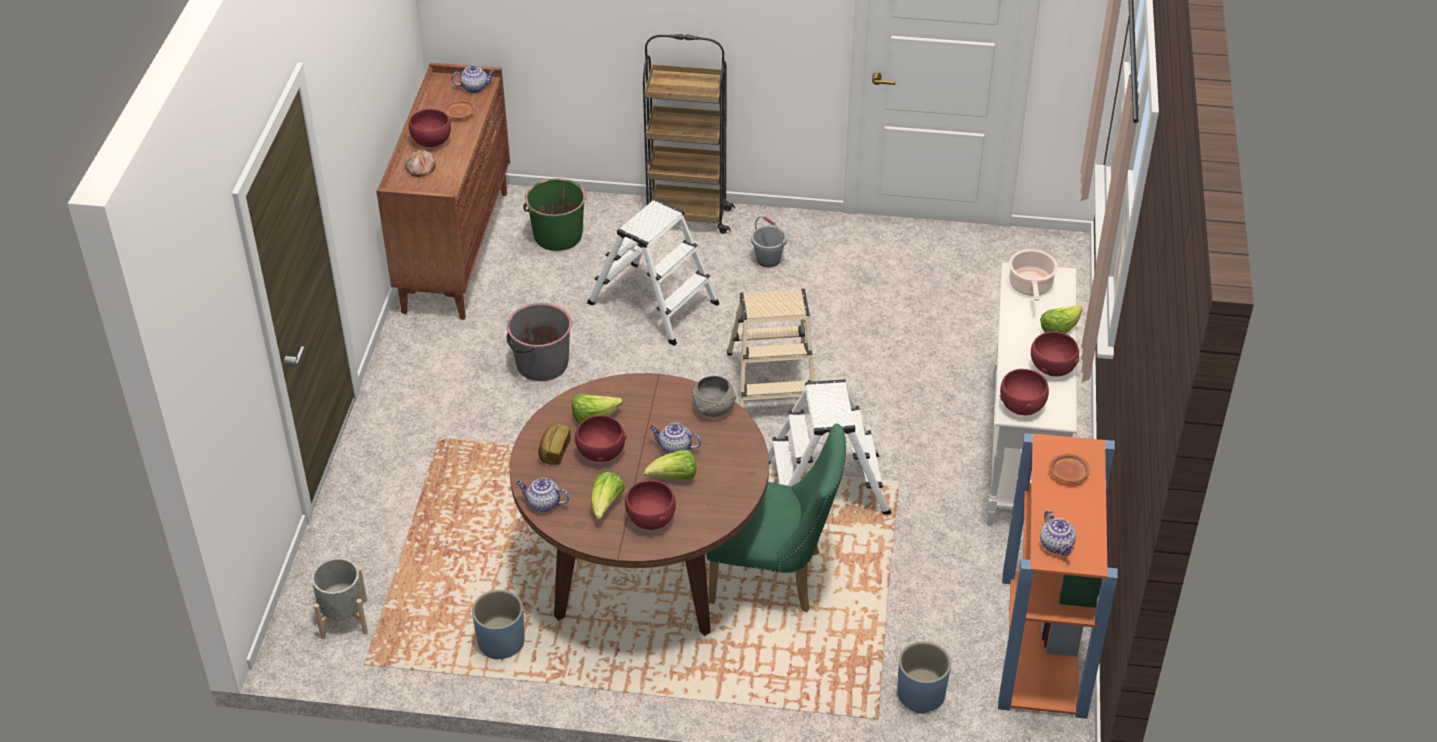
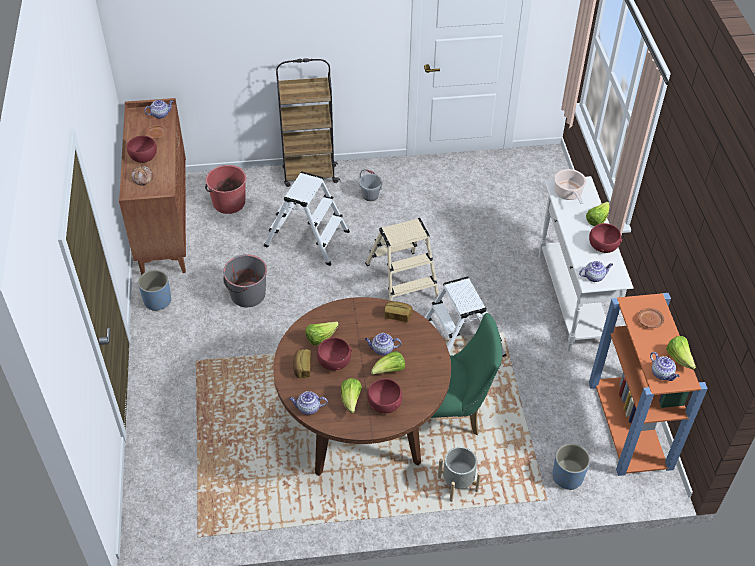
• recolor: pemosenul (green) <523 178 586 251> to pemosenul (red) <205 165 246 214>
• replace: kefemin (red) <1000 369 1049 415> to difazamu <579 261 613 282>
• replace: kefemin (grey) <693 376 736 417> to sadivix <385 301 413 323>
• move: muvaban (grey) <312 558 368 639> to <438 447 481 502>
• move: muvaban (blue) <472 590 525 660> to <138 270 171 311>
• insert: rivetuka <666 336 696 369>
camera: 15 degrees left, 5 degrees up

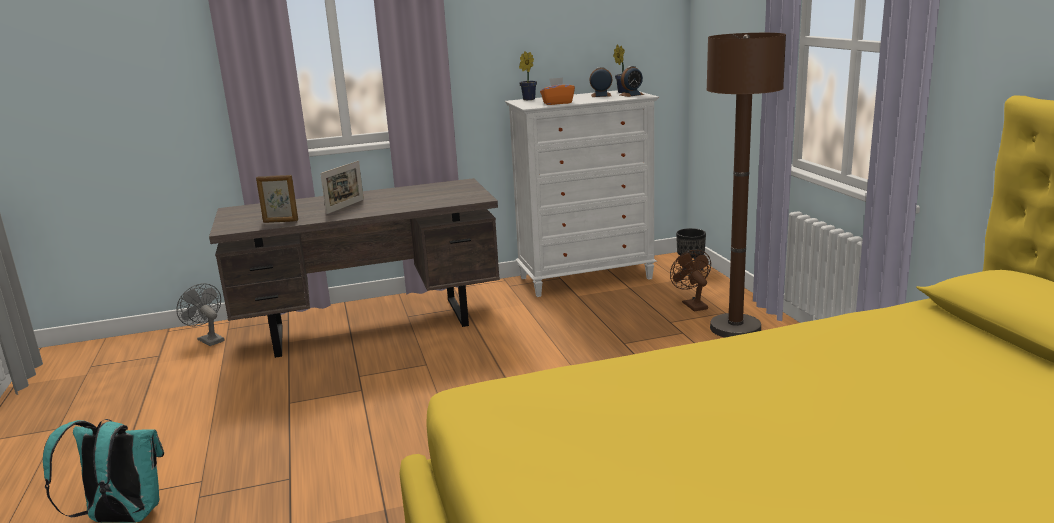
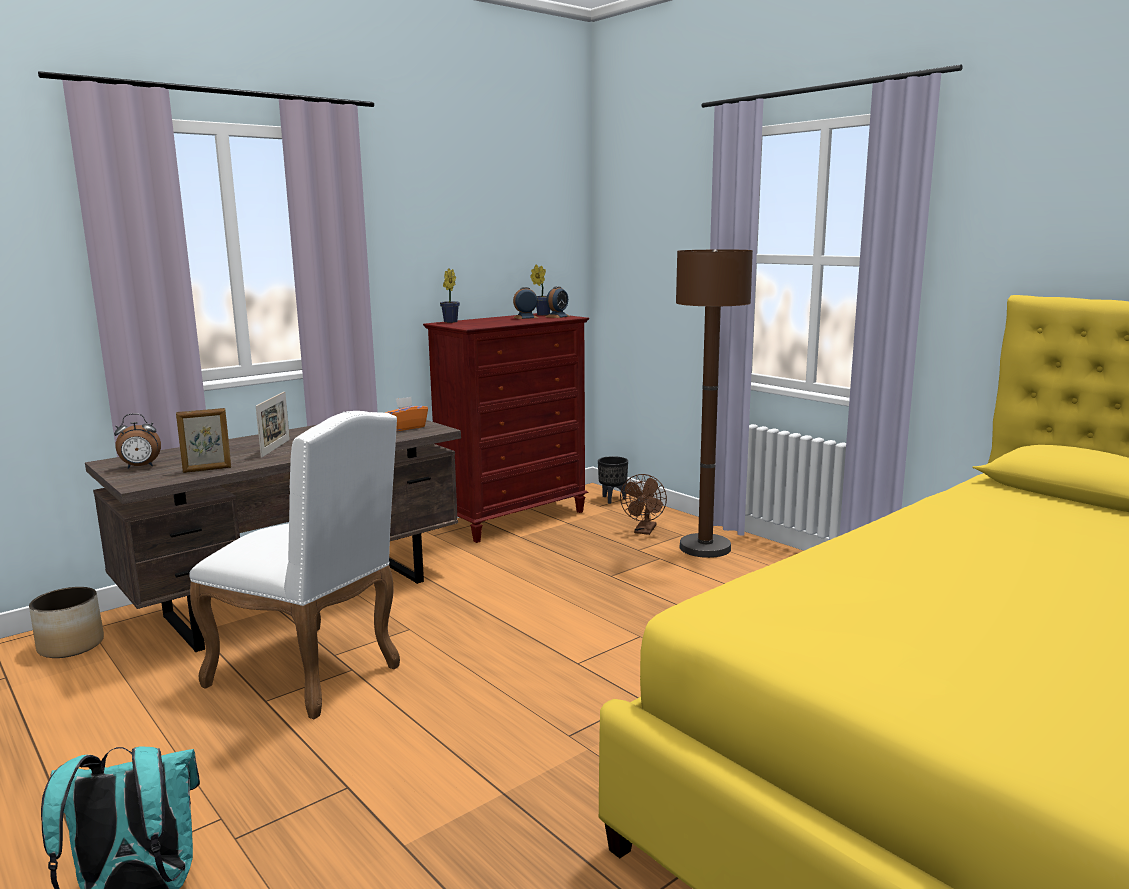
• move: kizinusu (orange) <540 77 575 105> to <385 397 428 431>
• recolor: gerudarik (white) <505 90 659 297> to gerudarik (red) <423 313 589 543>
• rotate: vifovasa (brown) <670 250 711 312> = <620 474 667 535> 120 degrees counterclockwise
• replace: vifovasa (grey) <176 284 224 346> to muvaban <29 587 104 658>
• insert: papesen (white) <189 411 400 719>
• insert: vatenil <114 413 161 469>
camera: 25 degrees left, 5 degrees down

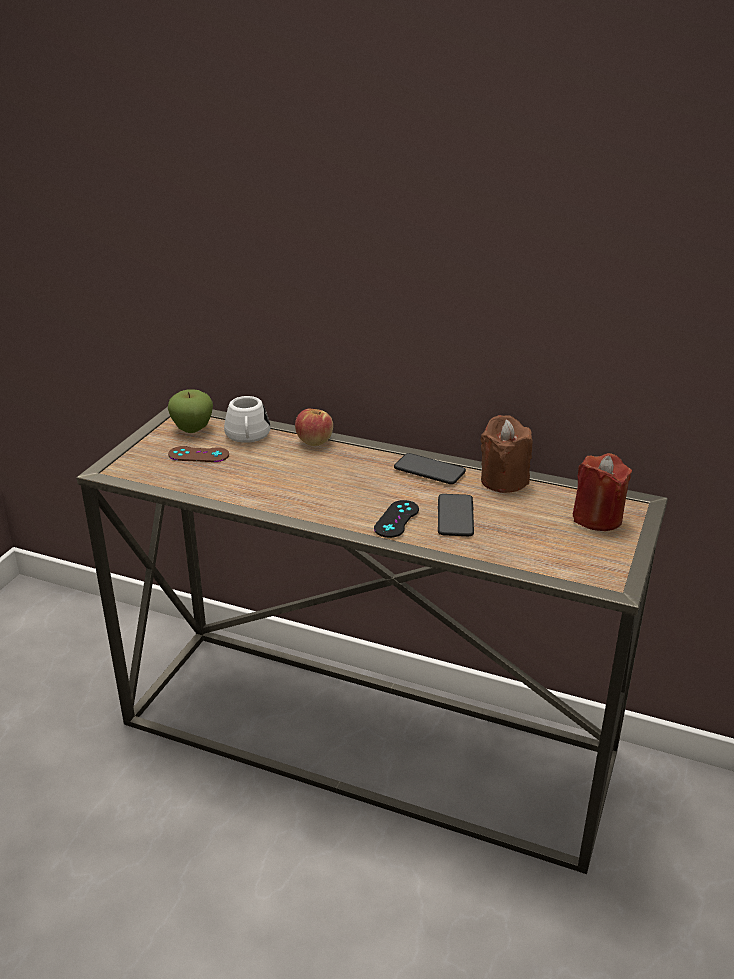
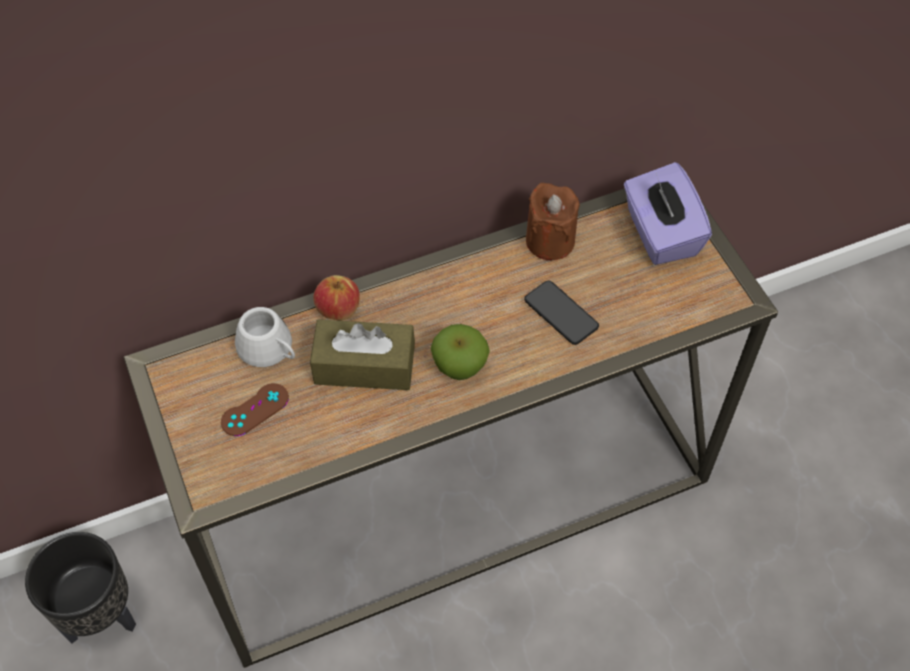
• move: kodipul <168 389 213 433> to <431 324 490 380>
• delete: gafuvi <394 453 466 484>
• replace: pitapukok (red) <572 453 632 531> to kizinusu (purple) <624 162 712 265>
• delete: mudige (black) <374 500 419 538>
• insert: kizinusu (brown) <310 319 415 390>
• insert: muvaban (black) <25 532 136 644>
camera: 45 degrees left, 25 degrees up

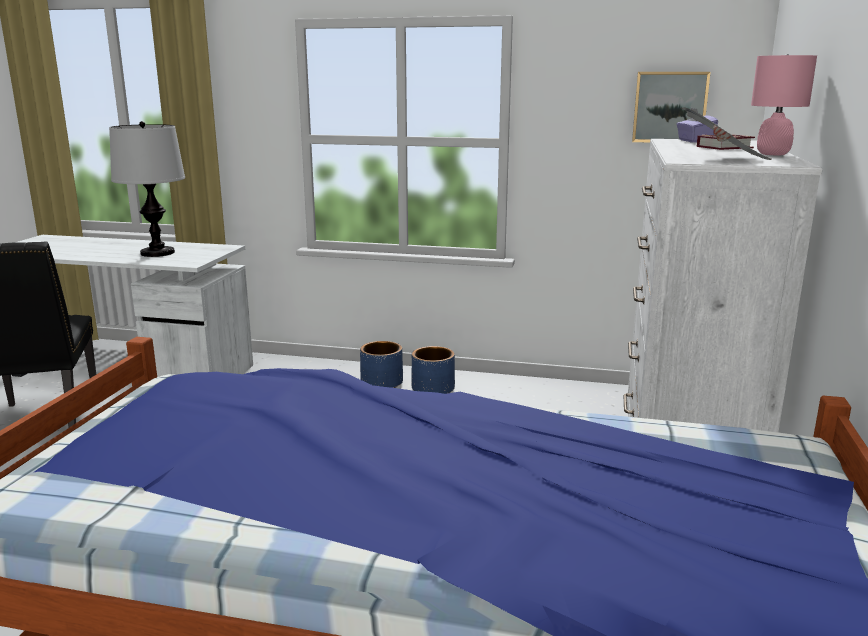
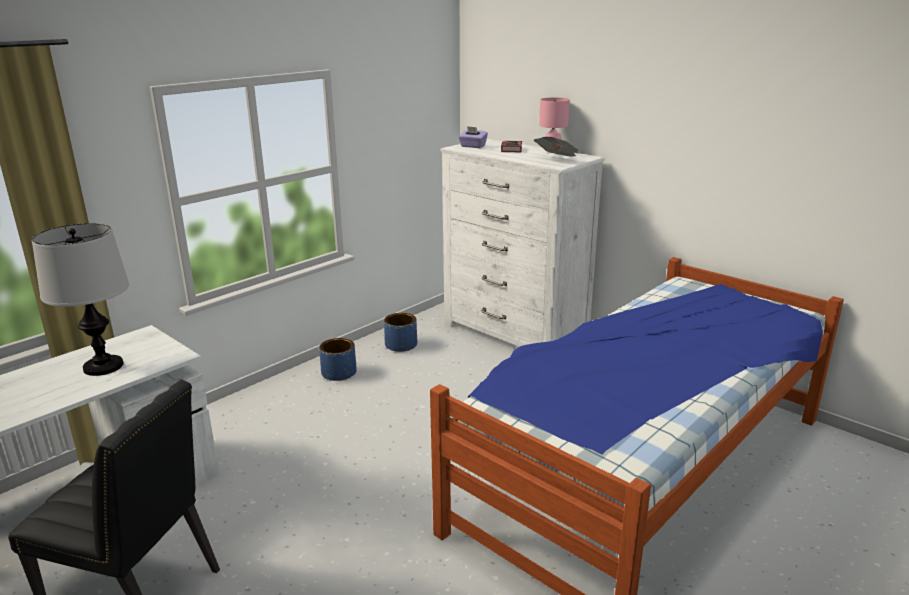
• delete: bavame <632 72 710 143>
• move: muvaban (blue) <360 341 403 388> to <384 313 417 352>
camera: 60 degrees left, 5 degrees up

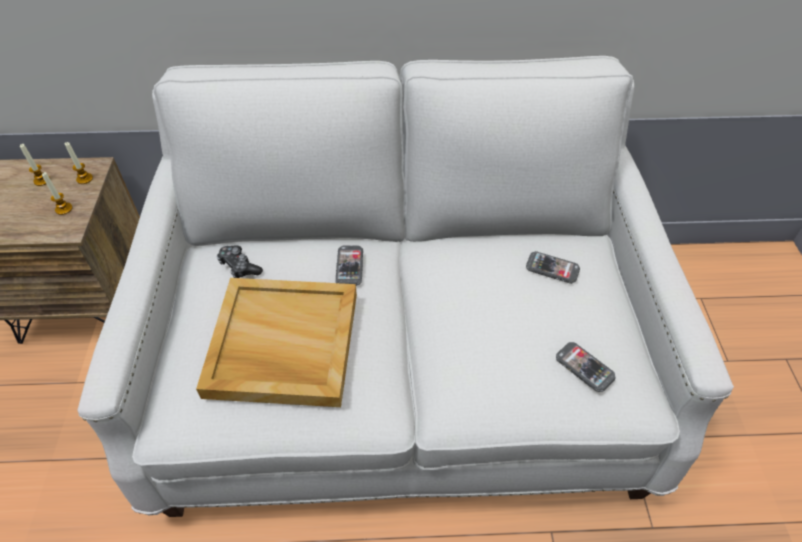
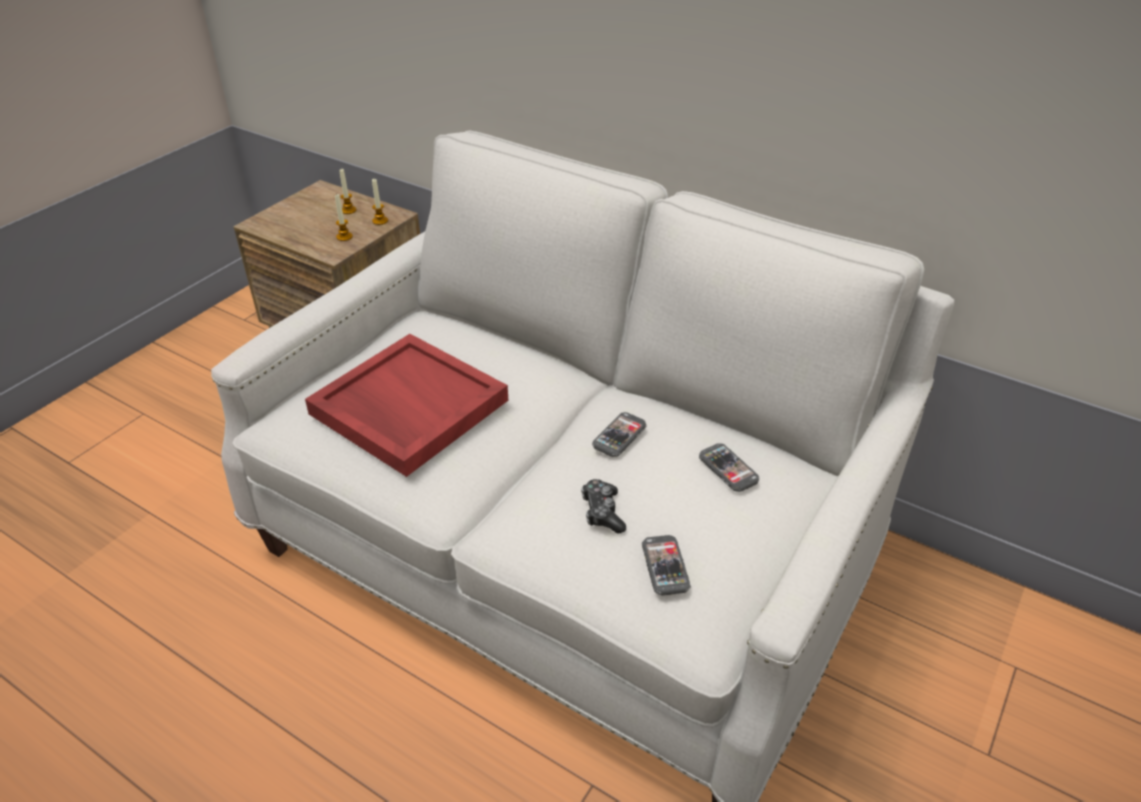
• move: mudige <216 246 263 278> to <581 479 626 534>
• move: gafuvi <335 246 363 286> to <592 412 647 457>
• recolor: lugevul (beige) <196 278 357 407> to lugevul (red) <305 334 508 477>
camera: 35 degrees right, 10 degrees down

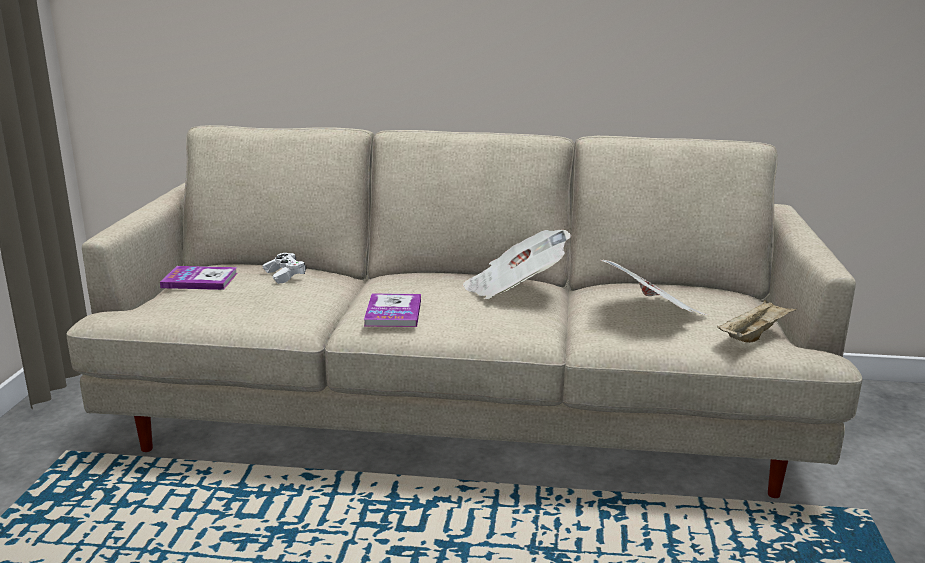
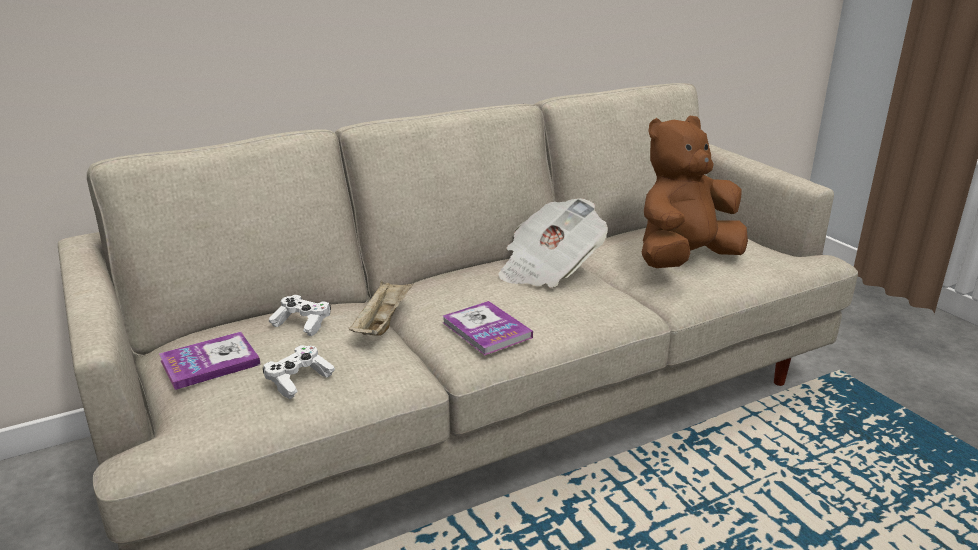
• replace: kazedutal <600 259 708 315> to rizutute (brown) <642 115 748 268>
• move: lugevul (beige) <717 299 797 343> to <348 280 414 336>
• insert: mudige (white) <263 345 335 399>
camera: 35 degrees left, 5 degrees up

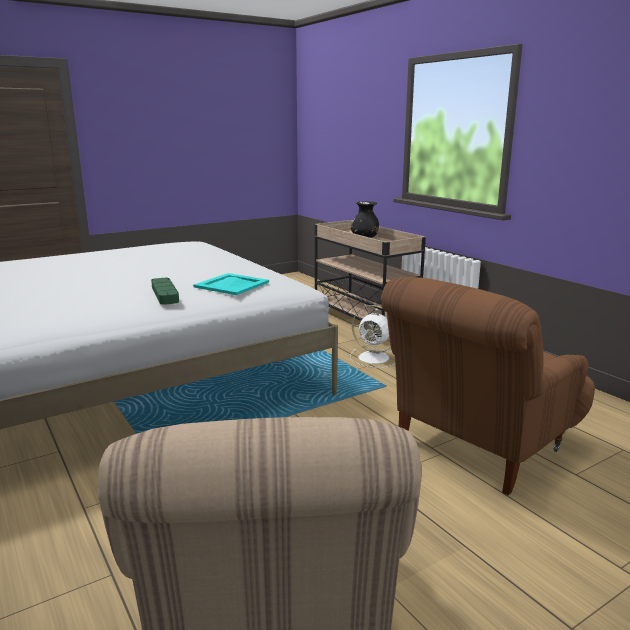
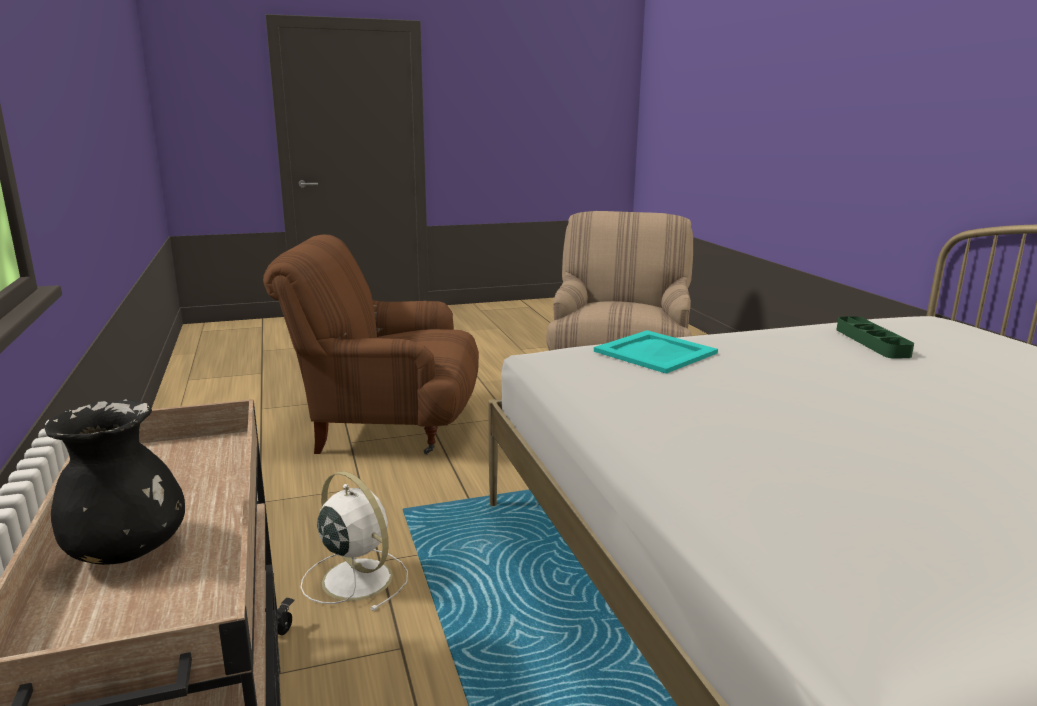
• rotate: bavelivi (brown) <381 277 595 495> = <263 235 479 455> 150 degrees counterclockwise
• move: lugevul (green) <151 278 179 305> to <836 316 914 359>
camera: 165 degrees left, 0 degrees up

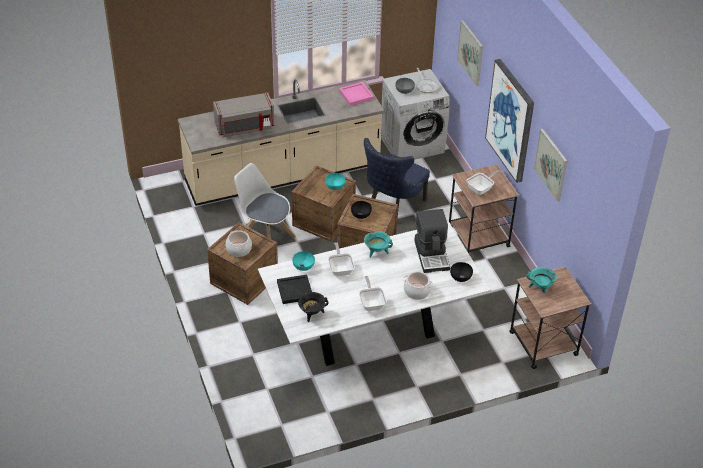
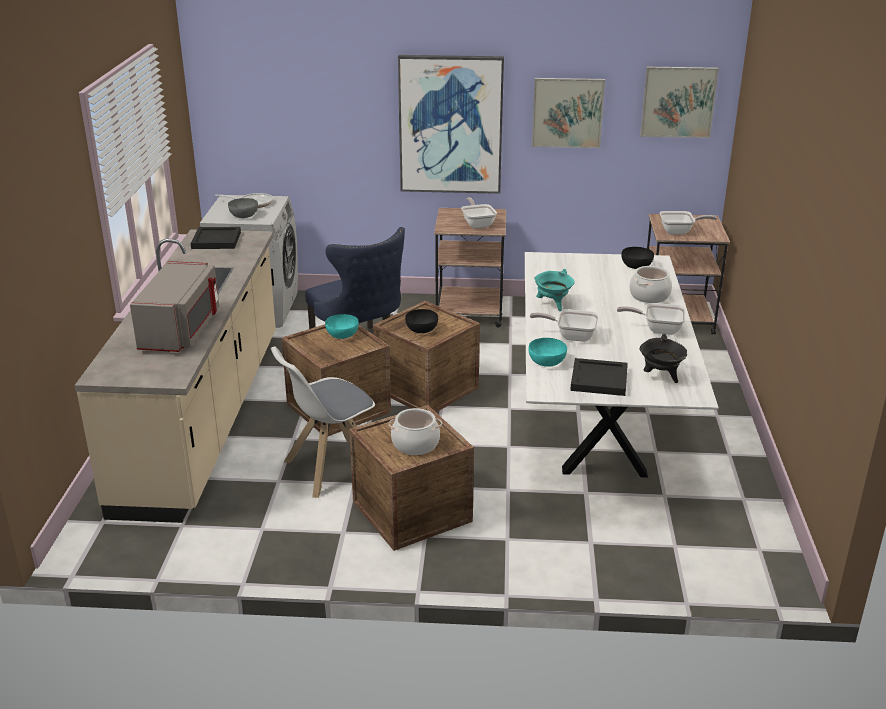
• move: bavame <457 20 483 86> to <640 67 719 138>
• recolor: lugevul (pink) <339 82 374 106> to lugevul (black) <190 227 241 249>
• delete: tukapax <414 209 450 273>
• replace: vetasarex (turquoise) <527 267 557 293> to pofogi <660 211 717 235>
camera: 65 degrees left, 15 degrees down

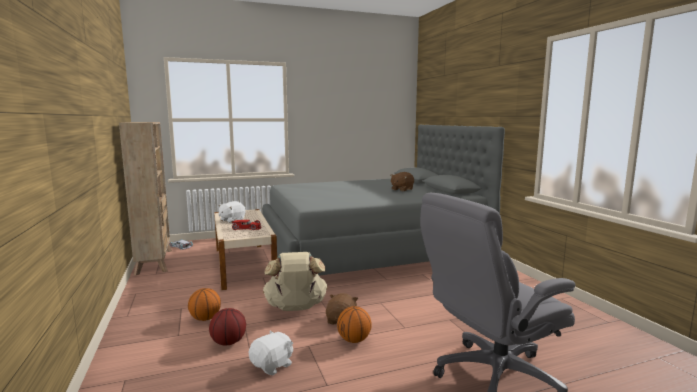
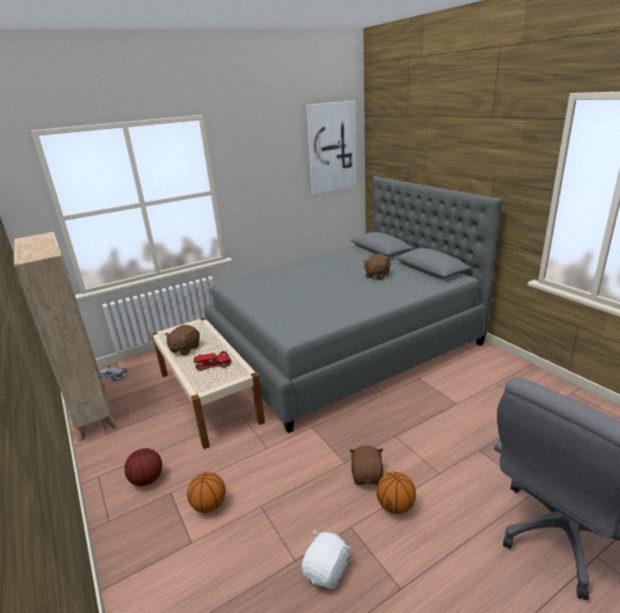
• recolor: rizutute (white) <219 201 246 223> to rizutute (brown) <165 325 200 356>
• delete: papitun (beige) <263 252 328 311>
• move: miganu <209 308 246 346> to <124 448 162 486>
• insert: bavame <306 100 357 194>
camera: 10 degrees left, 15 degrees up

